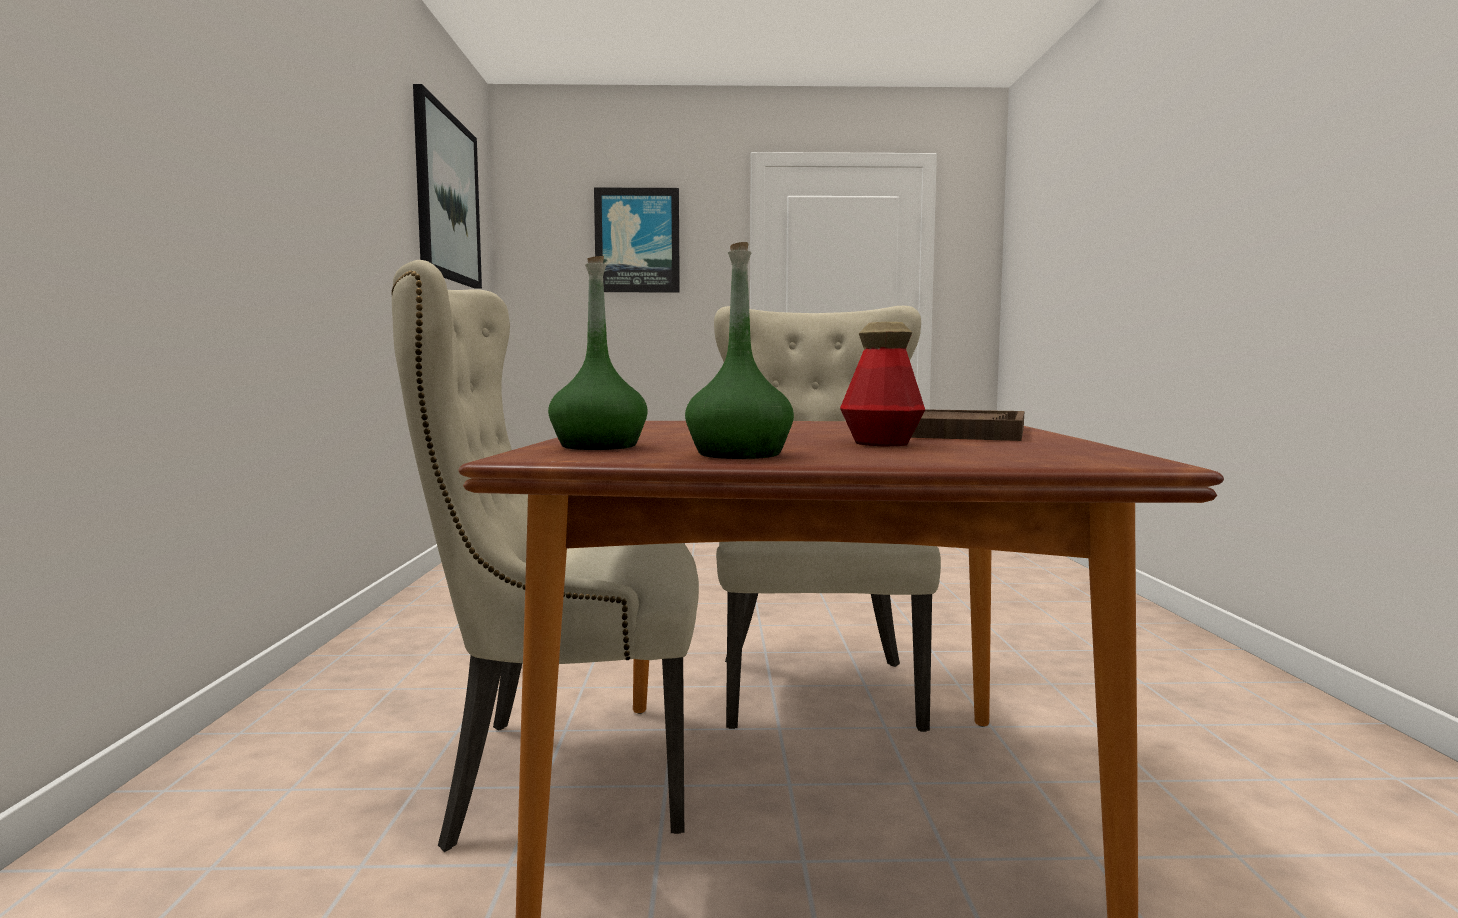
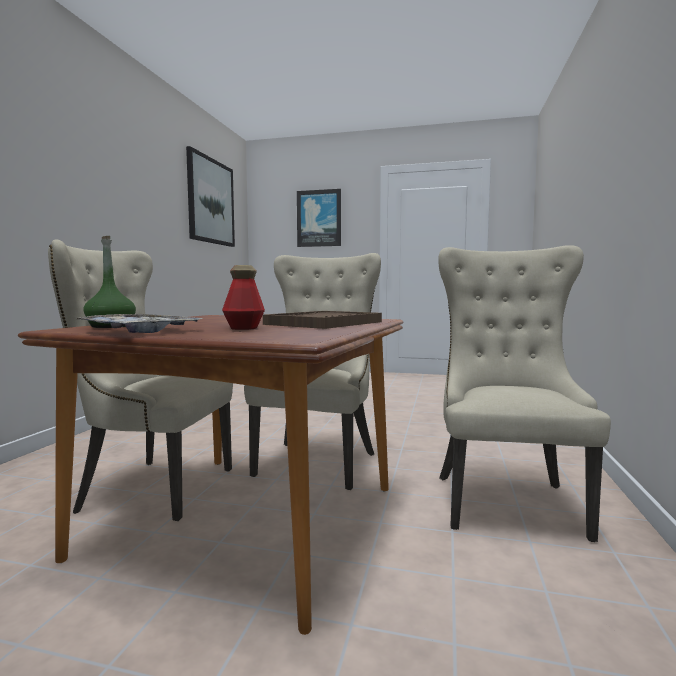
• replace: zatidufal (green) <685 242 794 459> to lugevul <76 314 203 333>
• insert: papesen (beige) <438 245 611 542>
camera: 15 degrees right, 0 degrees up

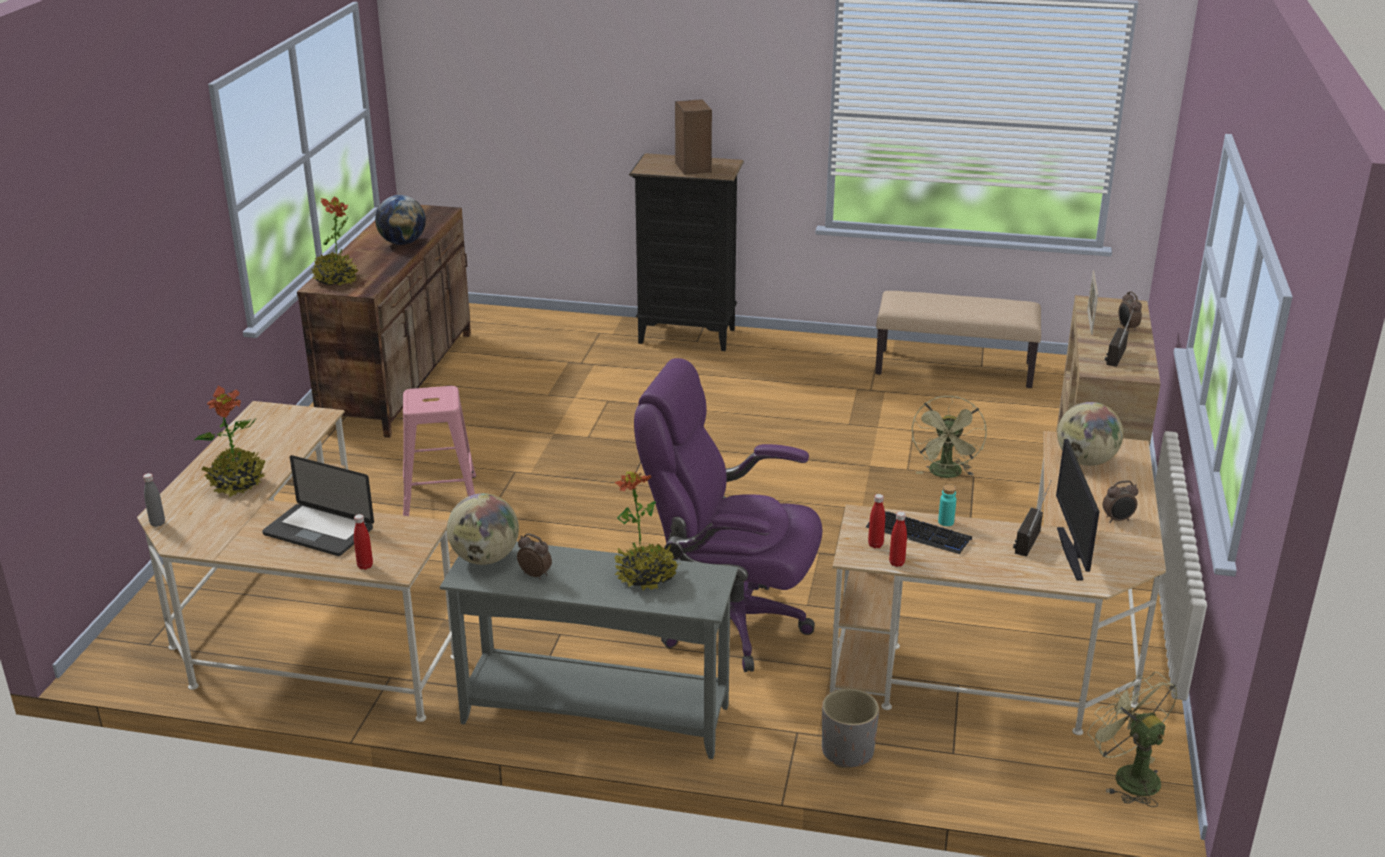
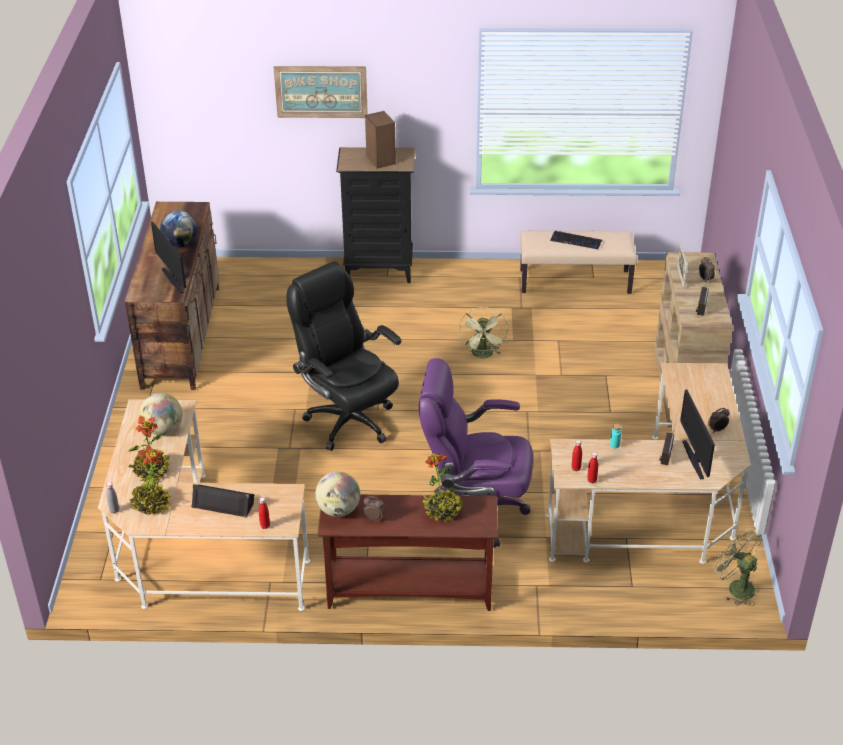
• move: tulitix <311 197 359 285> to <130 445 171 515>
• delete: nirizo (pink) <403 386 476 516>
• move: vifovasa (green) <912 395 987 478> to <458 307 508 358>
• move: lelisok <1057 402 1123 466> to <139 393 182 435>
• replace: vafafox <262 455 374 556> to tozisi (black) <191 484 254 518>
• move: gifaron <866 511 972 554> to <550 231 602 249>
• recolor: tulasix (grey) <440 541 738 759> to tulasix (brown) <318 495 498 611>
• delete: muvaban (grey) <822 688 879 768>
• insert: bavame <274 66 368 118>
• insert: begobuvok <151 222 186 294>
• insert: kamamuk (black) <286 261 401 451>
camera: 10 degrees left, 10 degrees up

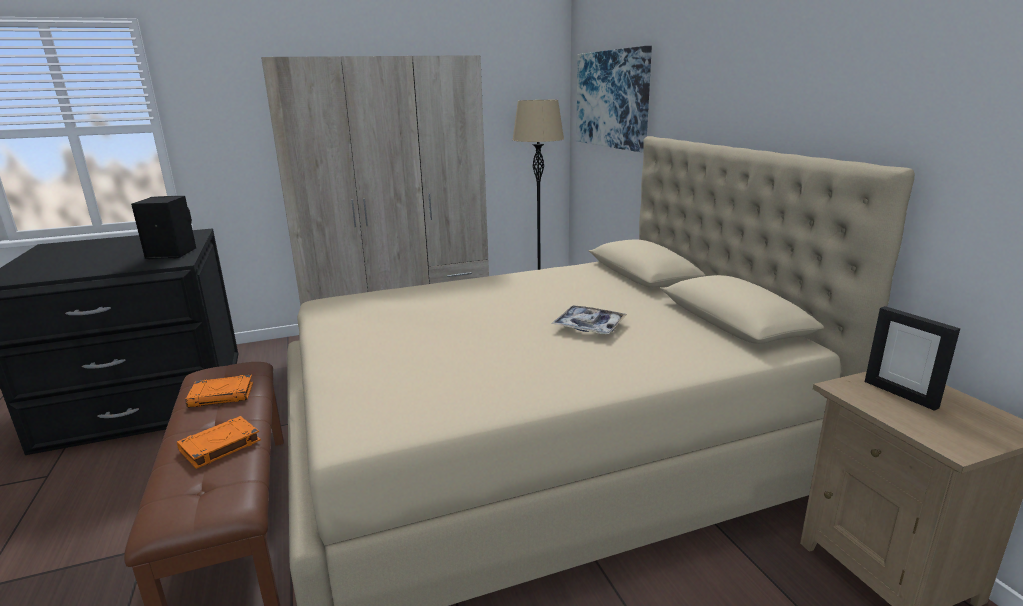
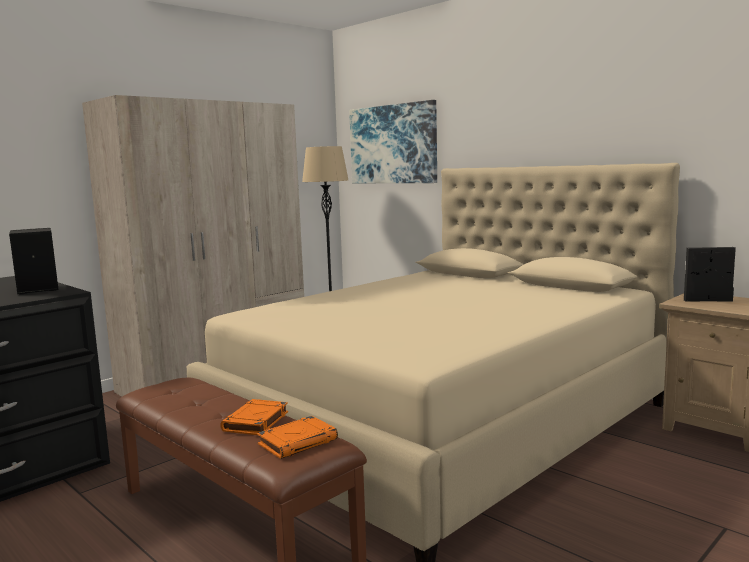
• delete: lugevul <551 306 627 334>
• rotate: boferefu <865 306 960 411> = <684 247 736 302> 150 degrees clockwise
• move: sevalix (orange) <186 375 253 408> to <257 416 338 459>
camera: 25 degrees left, 10 degrees down

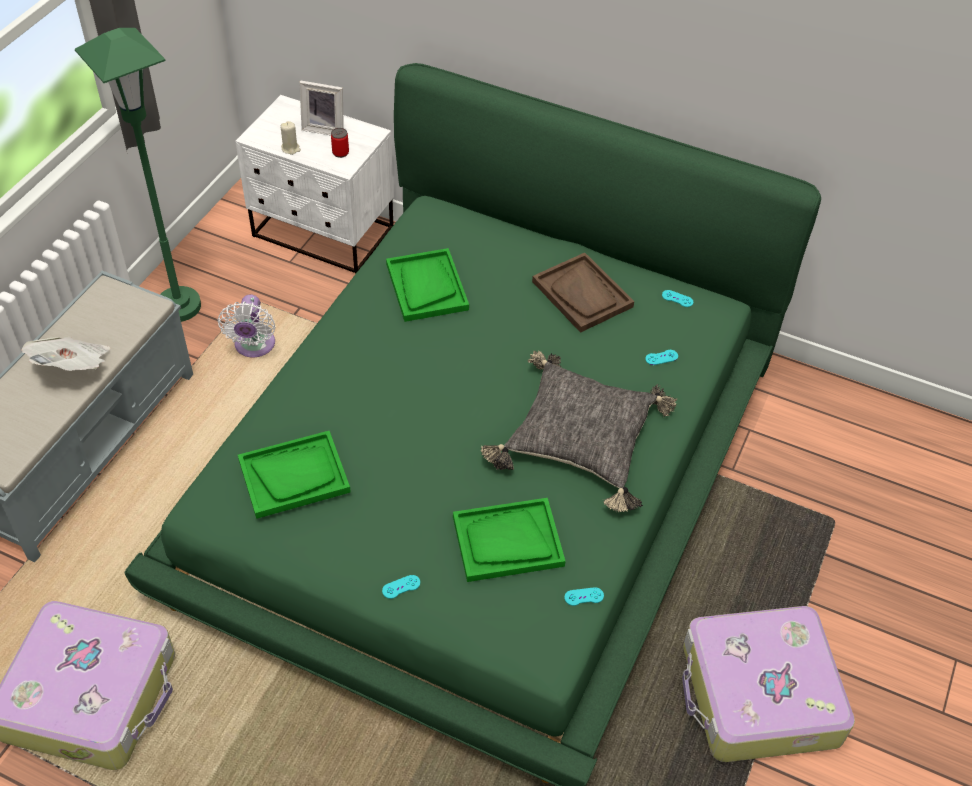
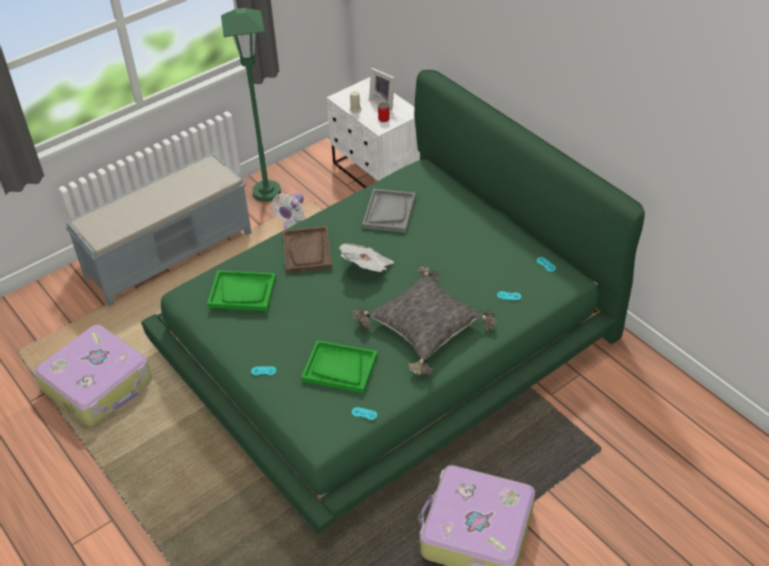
• recolor: lugevul (green) <386 248 469 322> to lugevul (grey) <362 188 416 233>
• move: lugevul (brown) <532 253 634 333> to <283 226 332 273>
• move: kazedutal <22 336 111 371> to <339 243 394 272>
camera: 30 degrees right, 5 degrees down

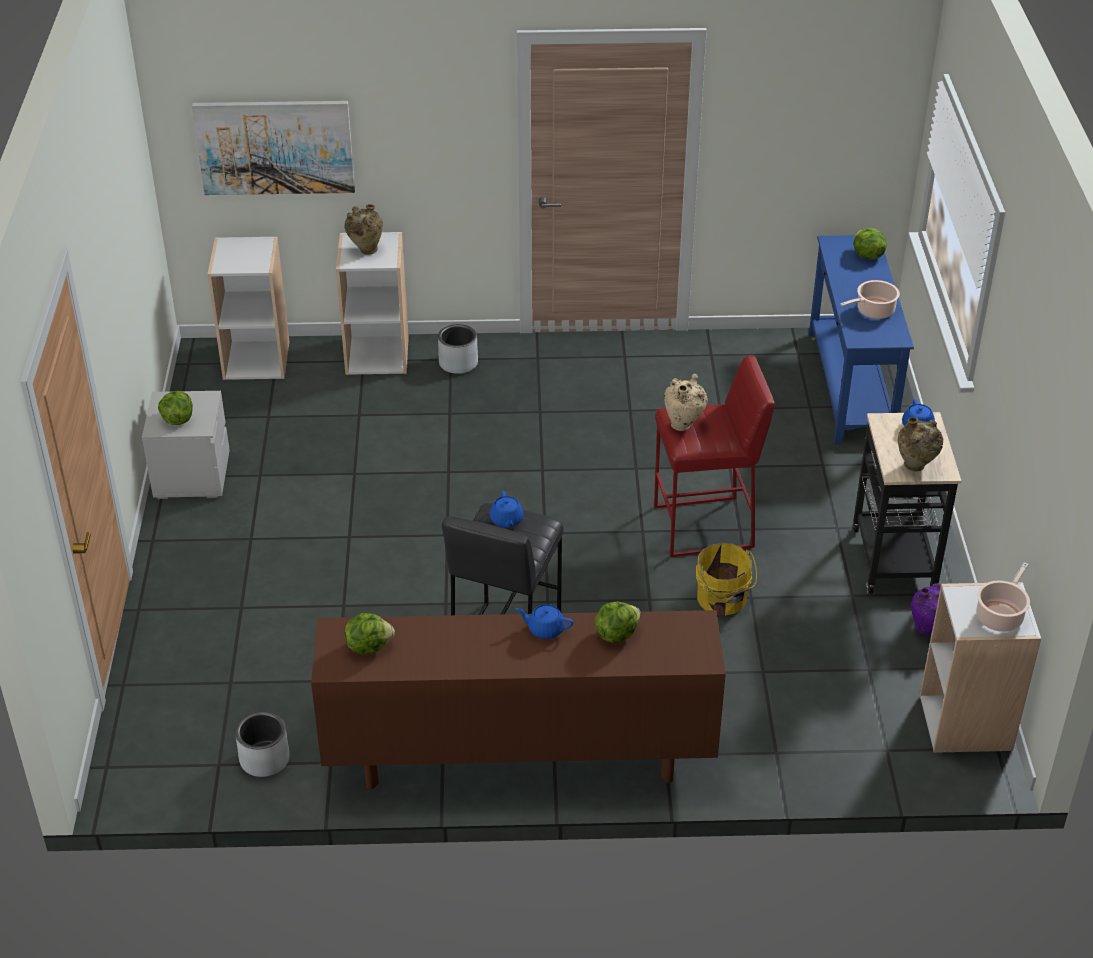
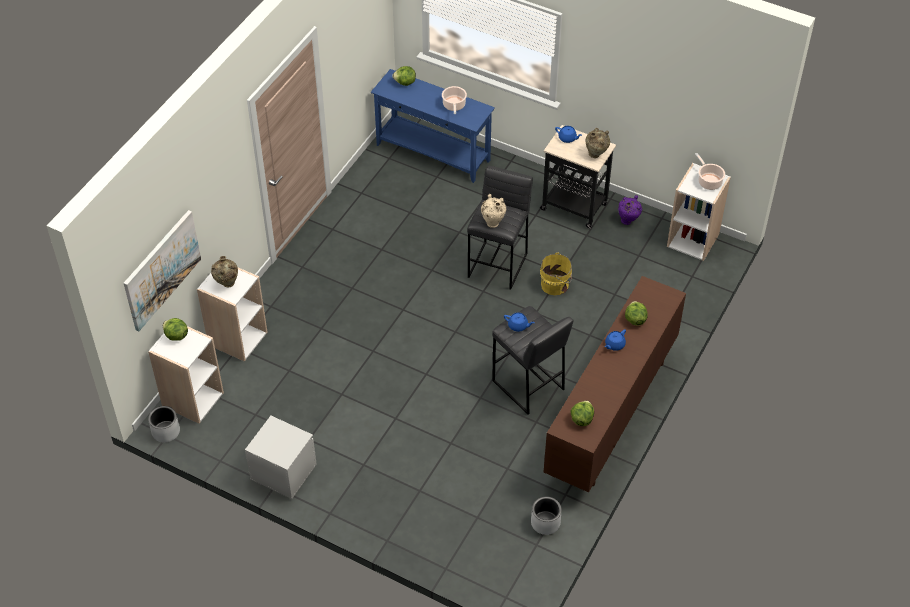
• move: muvaban (grey) <438 324 478 374> to <148 406 180 442>
• recolor: nirizo (red) <654 356 775 557> to nirizo (grey) <467 165 533 290>
• move: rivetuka <158 391 193 425> to <163 318 188 341>
camera: 60 degrees left, 10 degrees up

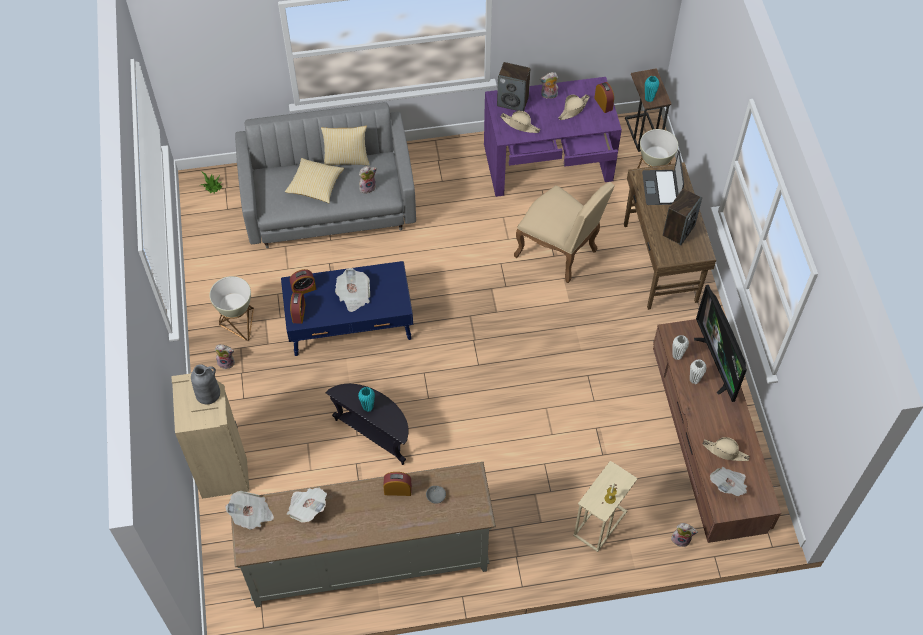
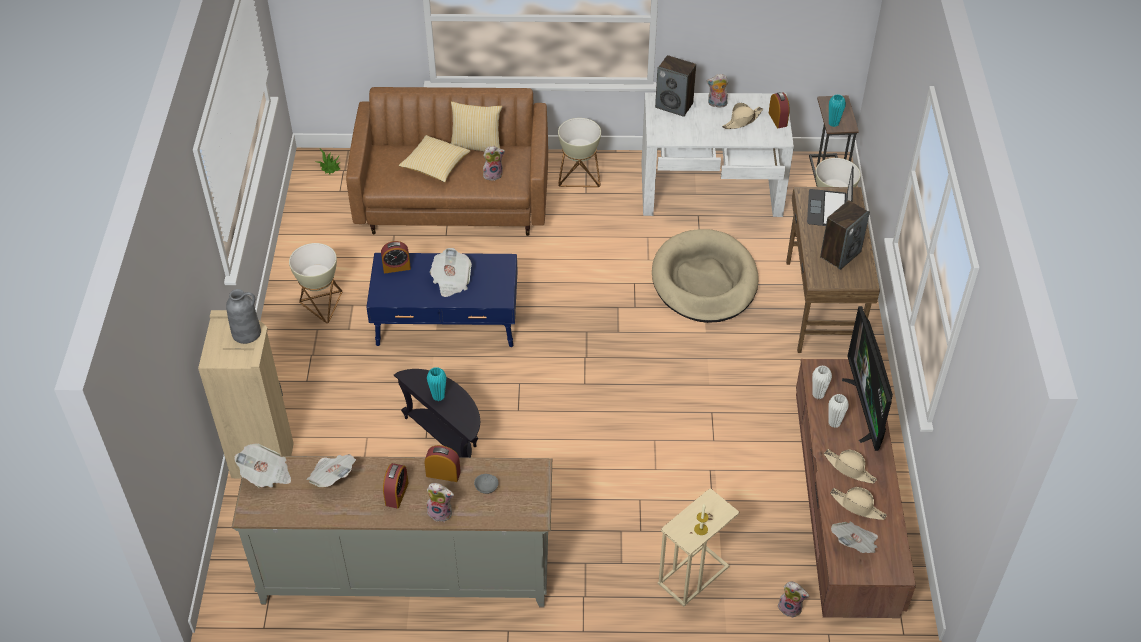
• recolor: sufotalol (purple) <484 77 622 197> to sufotalol (white) <641 93 794 217>
• recolor: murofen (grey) <235 102 416 248> to murofen (brown) <346 87 548 236>
• move: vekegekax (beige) <501 111 540 133> to <824 449 877 483>
• replace: papesen (beige) <514 182 615 283> to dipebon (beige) <652 229 759 323>
• move: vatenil <290 293 306 324> to <383 463 409 508>
• move: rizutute <215 344 235 369> to <425 483 454 522>
• insert: muvaban <558 118 601 187>
camera: 10 degrees right, 10 degrees down

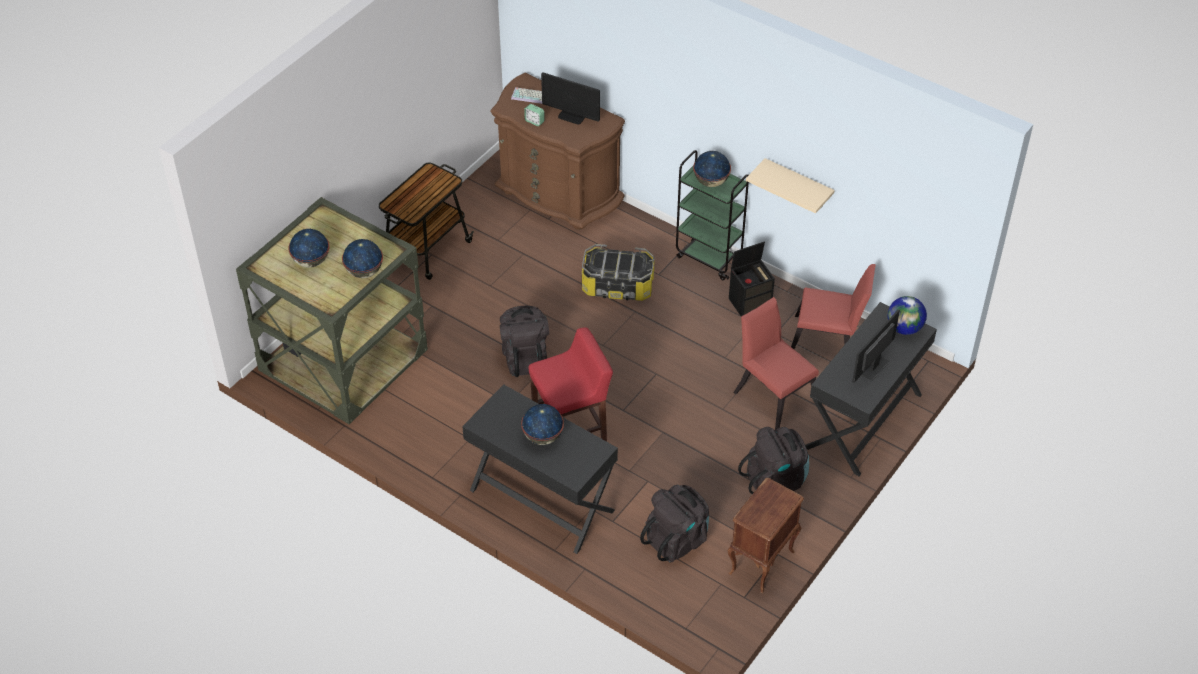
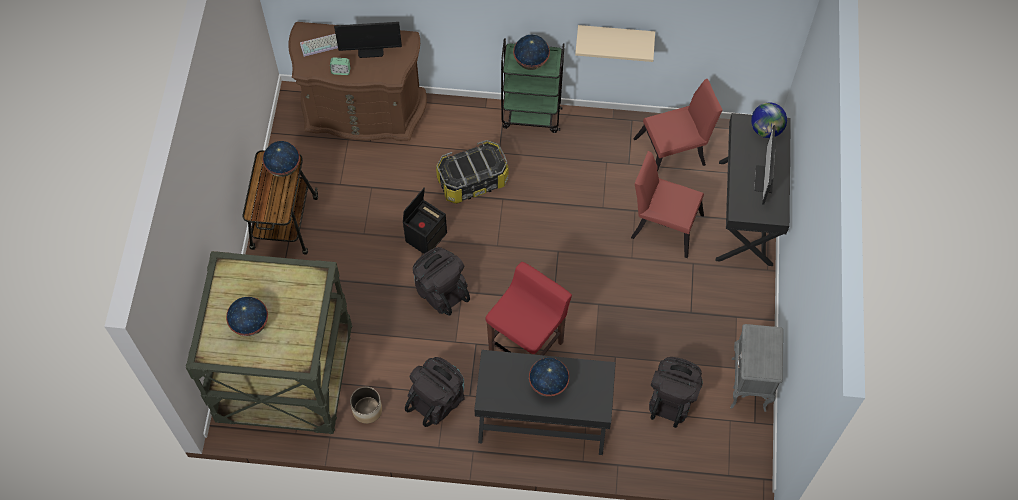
• move: lelisok <342 239 383 278> to <262 141 300 177>
• move: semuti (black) <729 241 775 316> to <403 187 447 254>
• move: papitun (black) <738 427 809 494> to <405 357 465 427>
• recolor: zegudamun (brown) <728 478 804 594> to zegudamun (grey) <730 324 783 412>
• insert: muvaban <350 387 382 424>
camera: 30 degrees left, 15 degrees up

